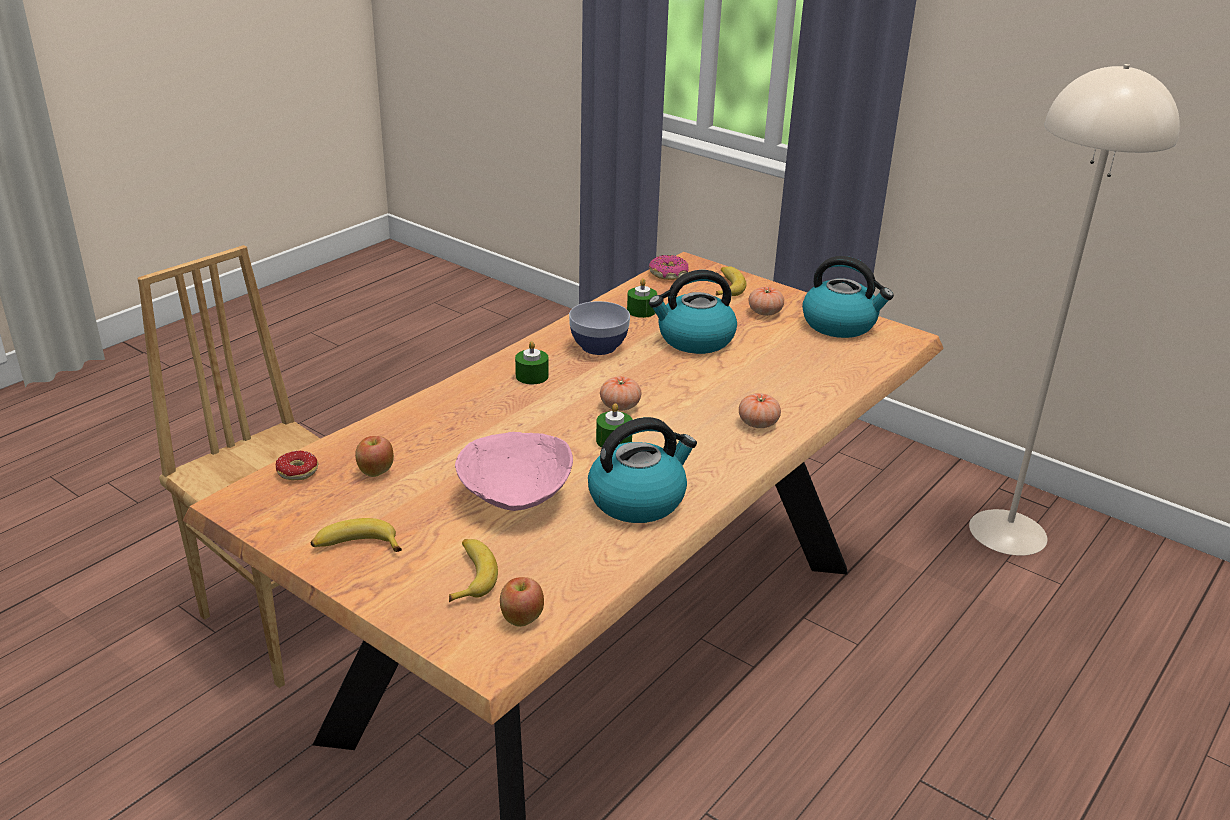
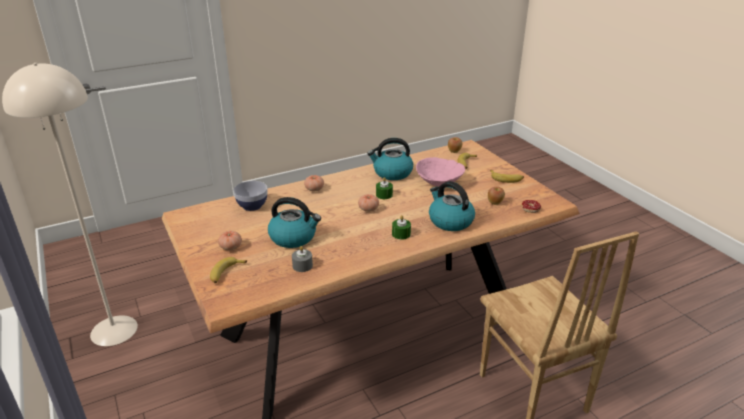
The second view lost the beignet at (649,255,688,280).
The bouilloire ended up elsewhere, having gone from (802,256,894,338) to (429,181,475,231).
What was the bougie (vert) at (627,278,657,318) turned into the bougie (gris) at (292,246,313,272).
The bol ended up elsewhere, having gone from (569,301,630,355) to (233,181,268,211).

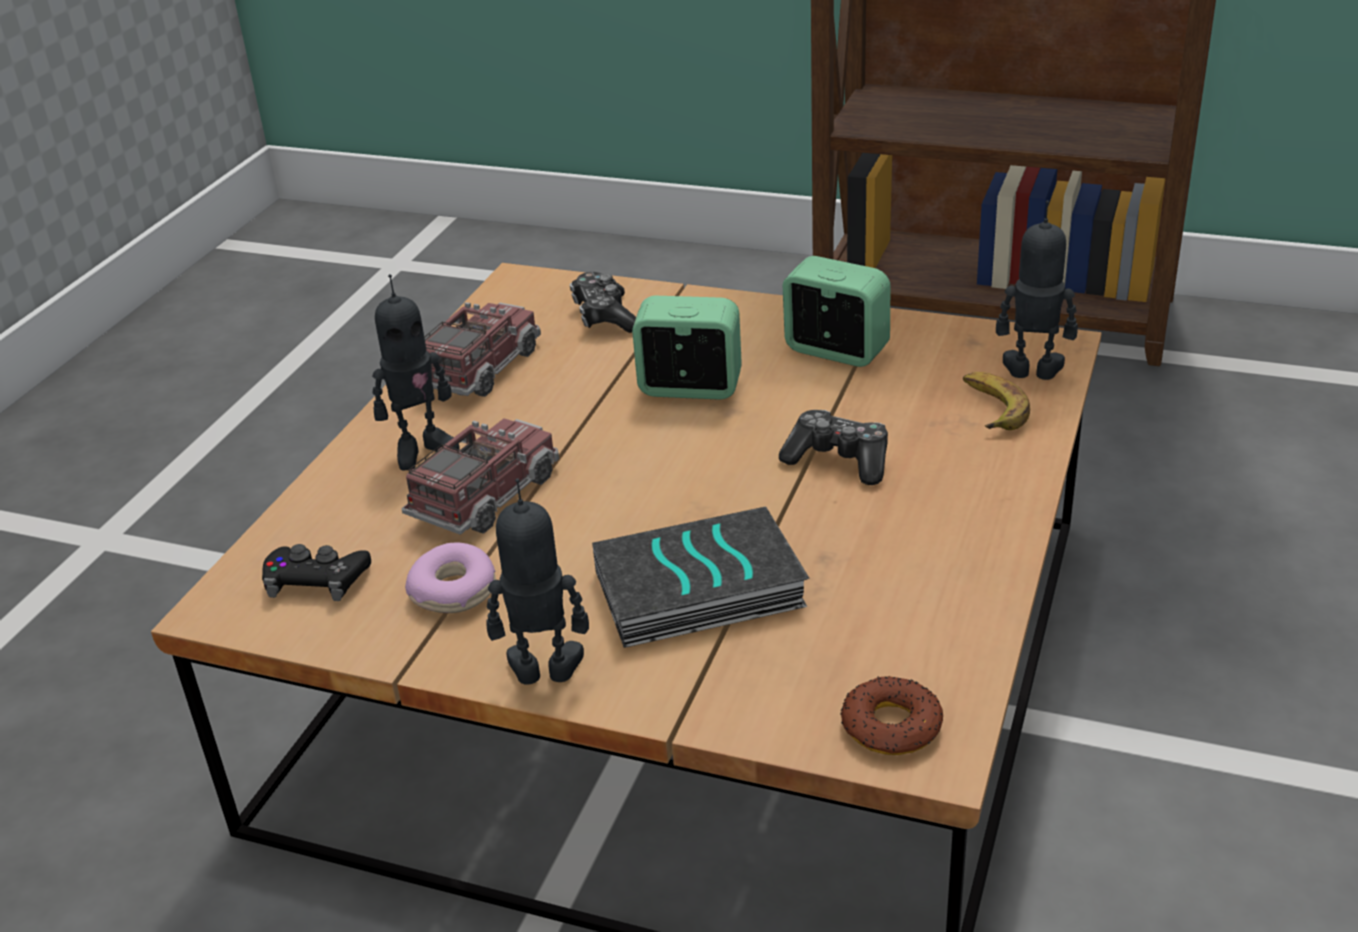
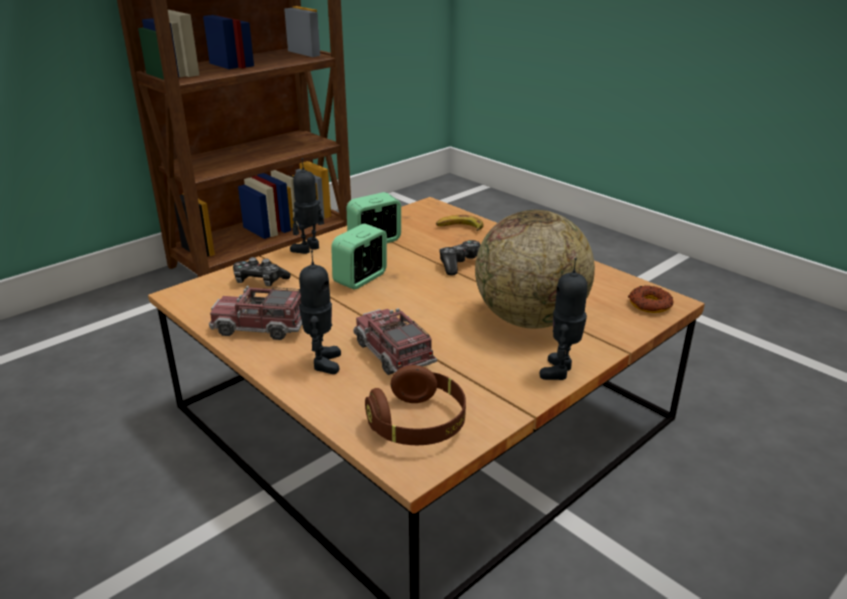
The robot jouet ended up elsewhere, having gone from (996,200,1078,380) to (290,158,324,254).
The camion jouet at (424,302,541,397) ended up facing another way, 45 degrees counterclockwise from before.
Where the livre stood at (592,506,810,648), the globe came to stand at (475,210,595,329).
The second view lost the beignet at (405,543,496,613).
Where the manette (noir) stood at (262,544,371,601), the casque audio (marron) came to stand at (365,365,466,445).

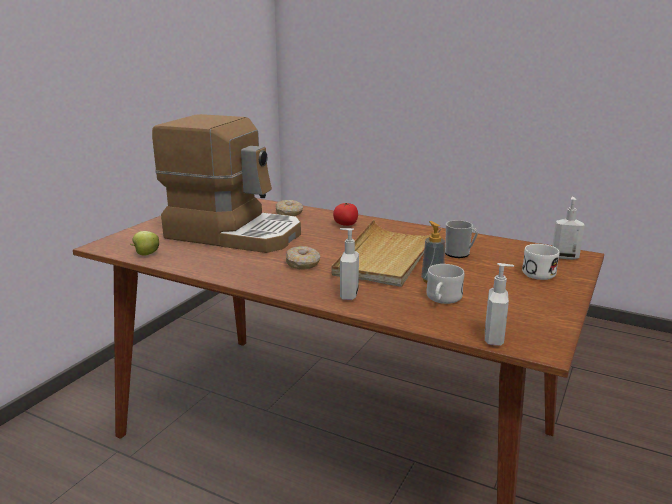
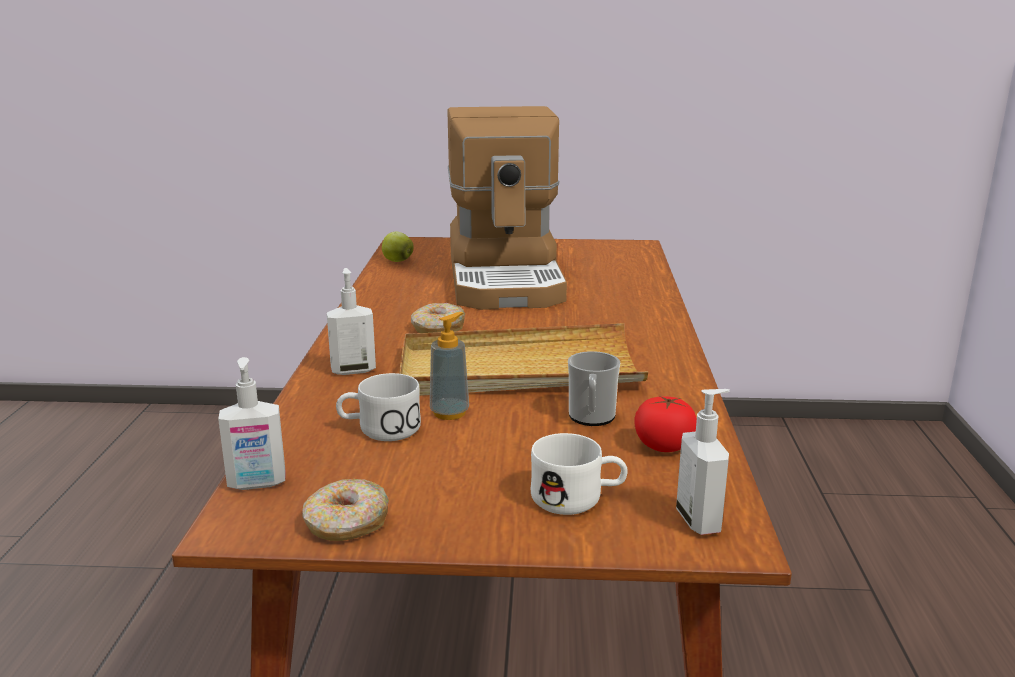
The beignet ended up elsewhere, having gone from (275,200,303,216) to (302,479,389,541).
The tomate ended up elsewhere, having gone from (333,203,358,226) to (634,396,697,452).

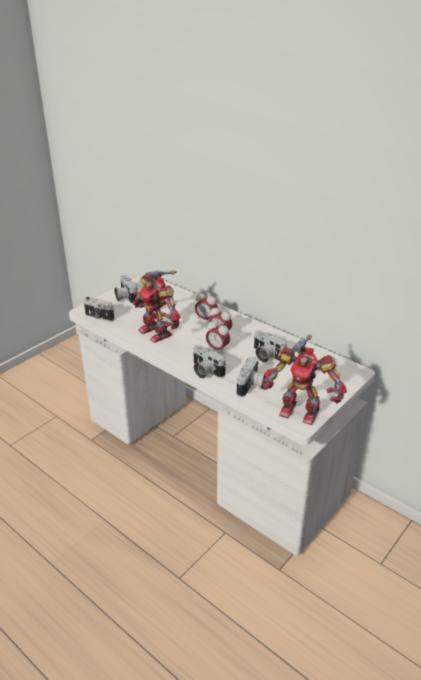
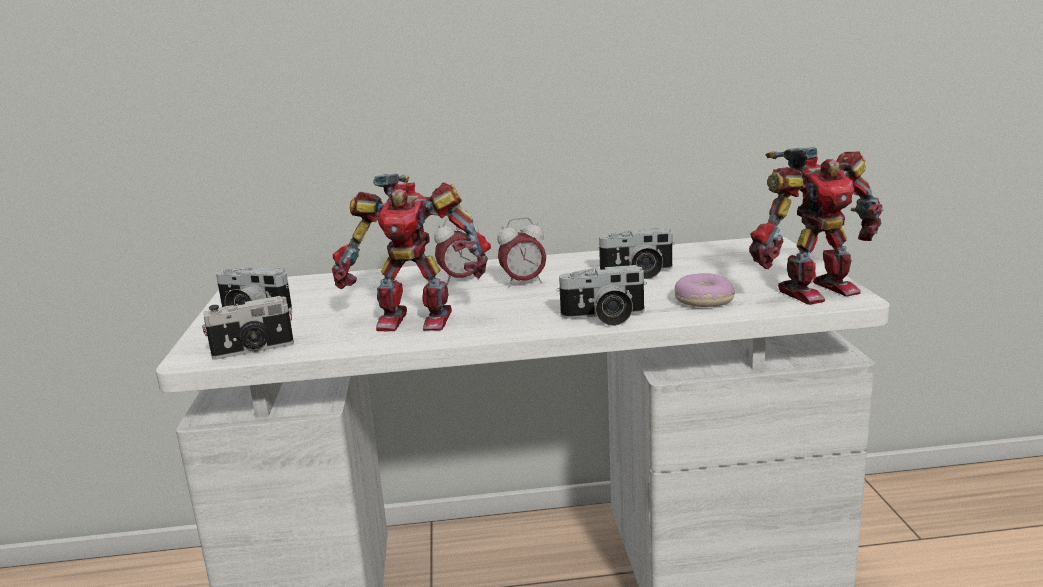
The second view lost the réveil at (206,320,230,354).
Where the appareil photo stood at (237,357,265,397), the beignet came to stand at (674,273,735,307).

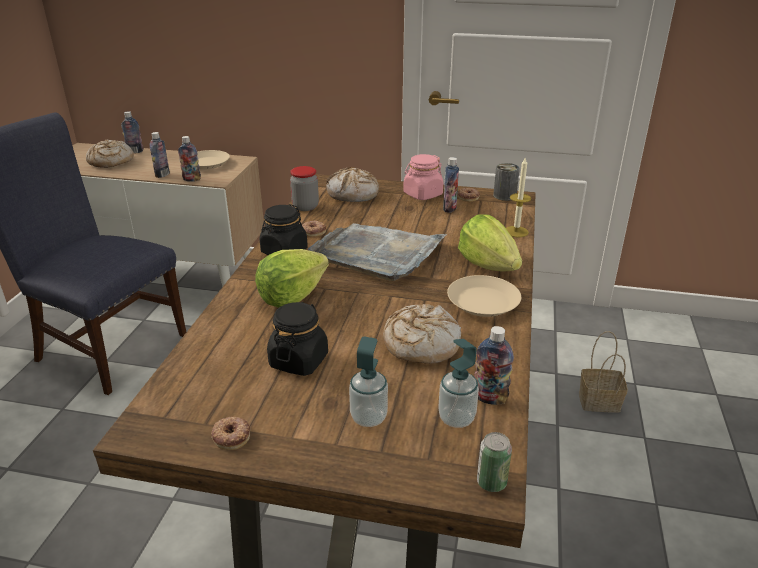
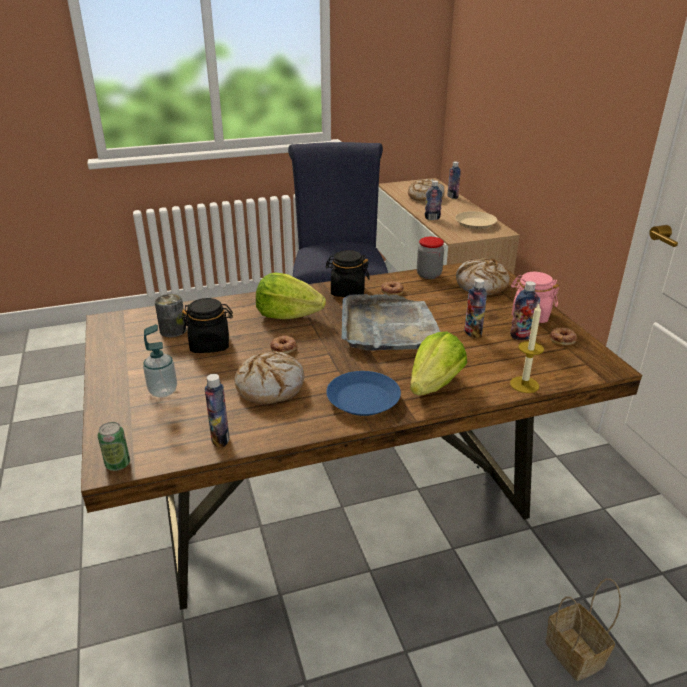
The bouteille ended up elsewhere, having gone from (178,136,201,182) to (464,278,487,339).
The boîte métallique ended up elsewhere, having gone from (493,163,520,201) to (155,294,186,337).
What was the assiette (beige) at (447,275,521,317) turned into the assiette (bleu) at (326,371,401,416).
The second view lost the distributeur de savon at (438,339,479,428).
The beignet ended up elsewhere, having gone from (211,417,251,450) to (270,336,297,354).

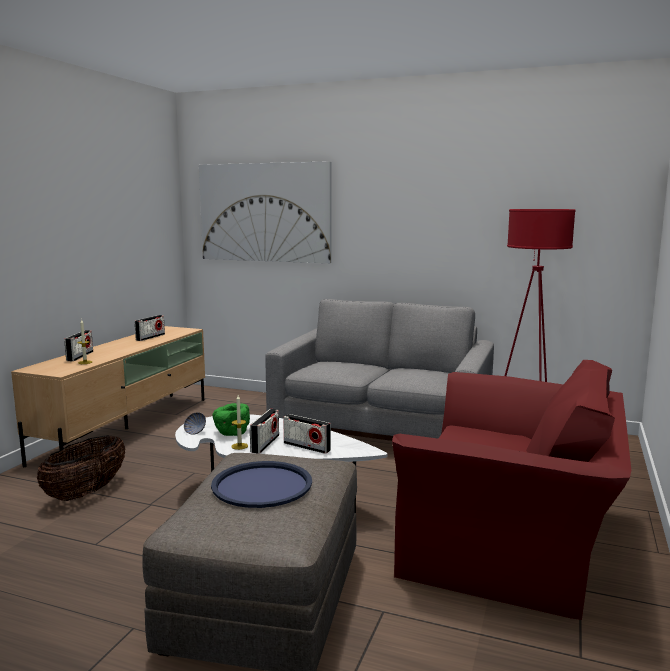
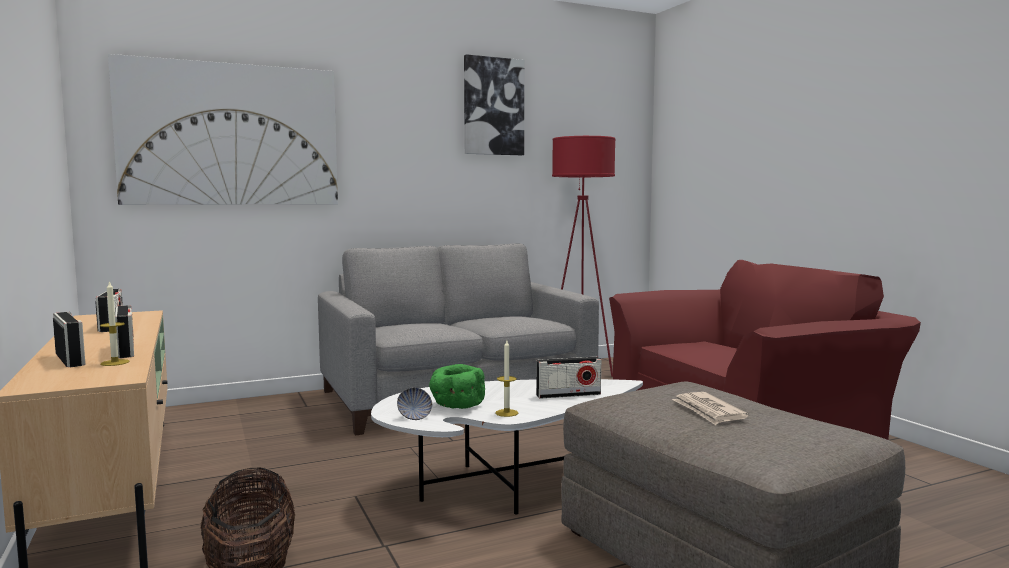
The radio ended up elsewhere, having gone from (250,409,279,454) to (115,305,134,358).
Where the plateau (bleu) stood at (211,461,312,508), the journal came to stand at (672,392,749,425).
The second view gained the tableau at (464,54,524,155).

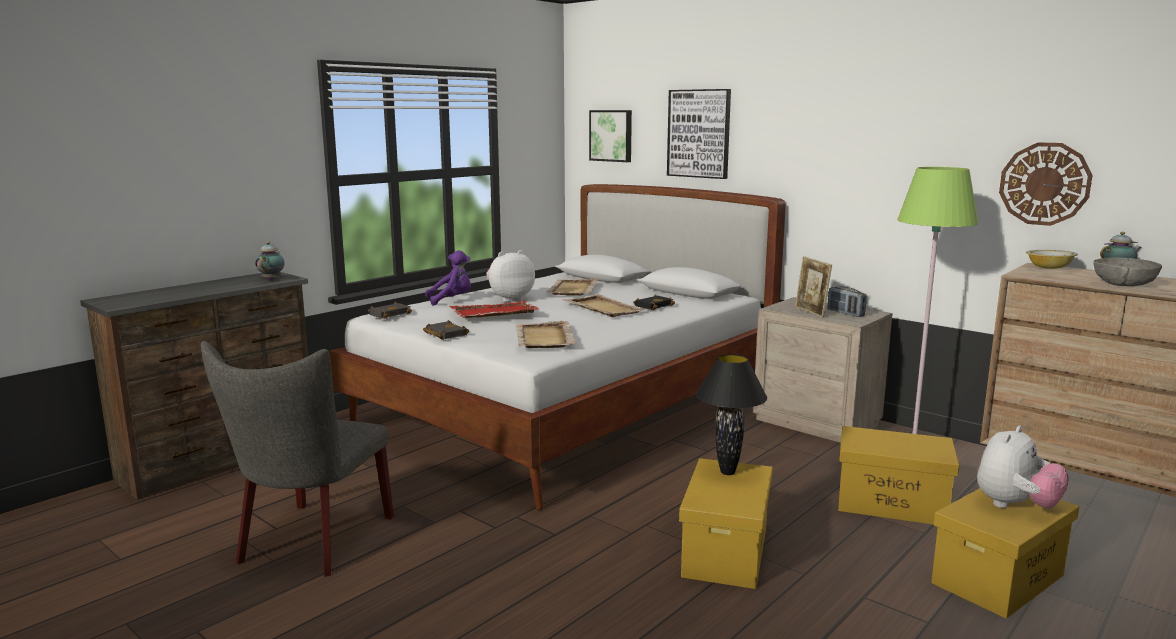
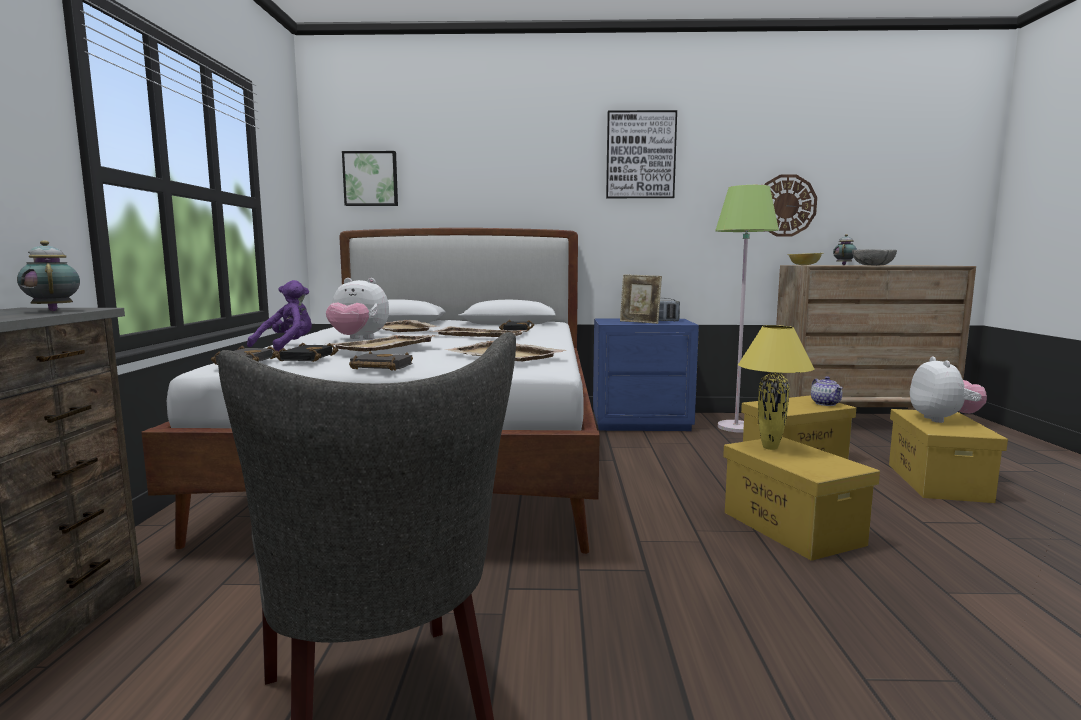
The tableau ended up elsewhere, having gone from (667,89,731,179) to (606,110,677,198).
The peluche at (486,250,535,302) ended up facing another way, 105 degrees counterclockwise from before.
What was the table de chevet (beige) at (753,297,893,443) turned into the table de chevet (bleu) at (593,318,699,431).
What was the plateau (rouge) at (449,301,539,318) turned into the plateau (beige) at (331,335,436,351).
What was the lampe de table (noir) at (696,354,767,475) turned into the lampe de table (jaune) at (738,325,815,450).
The second view gained the livre (noir) at (275,343,338,362).
The second view gained the théière at (811,376,843,406).

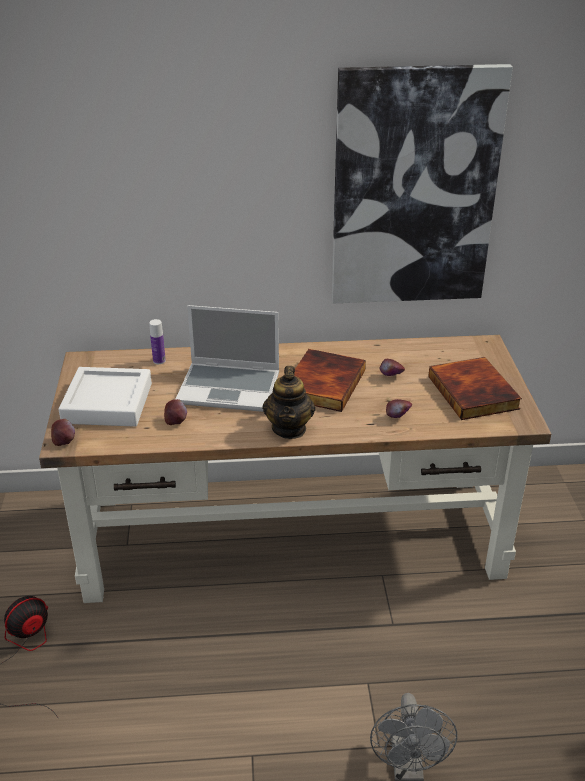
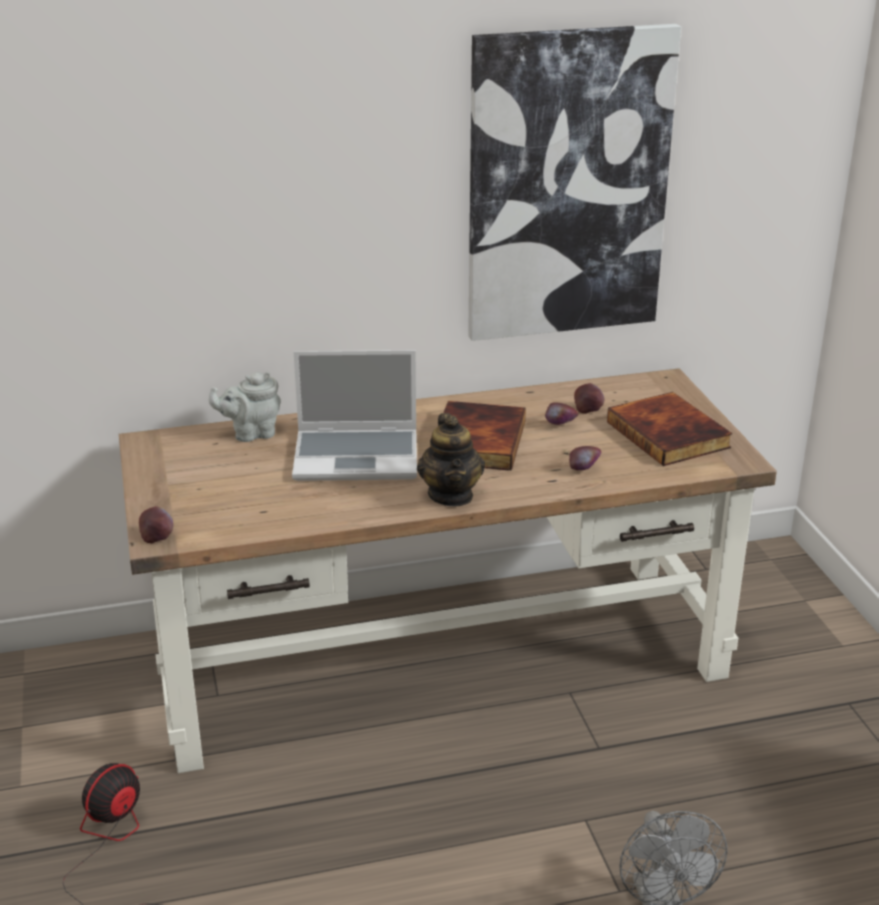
Where the bouteille stood at (149,319,166,364), the théière (gris) came to stand at (209,372,281,442).
The second view lost the plateau (blanc) at (59,367,152,427).
The pomme ended up elsewhere, having gone from (164,399,187,425) to (574,383,604,414).

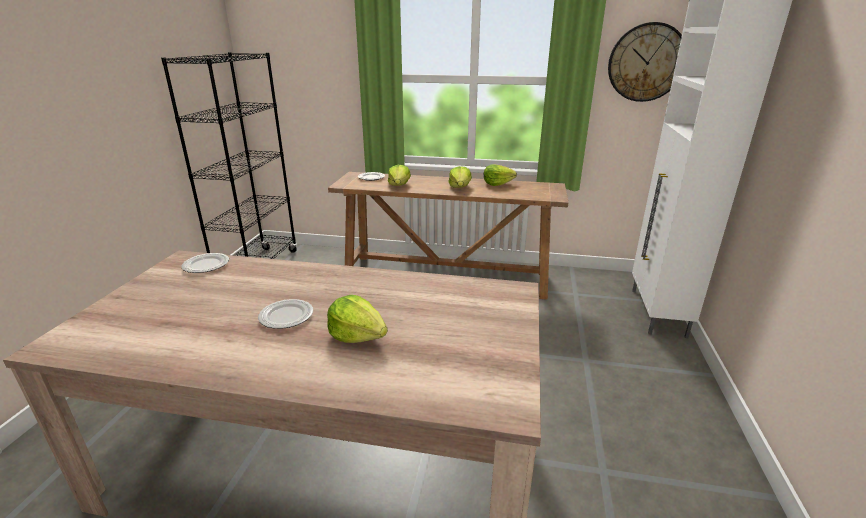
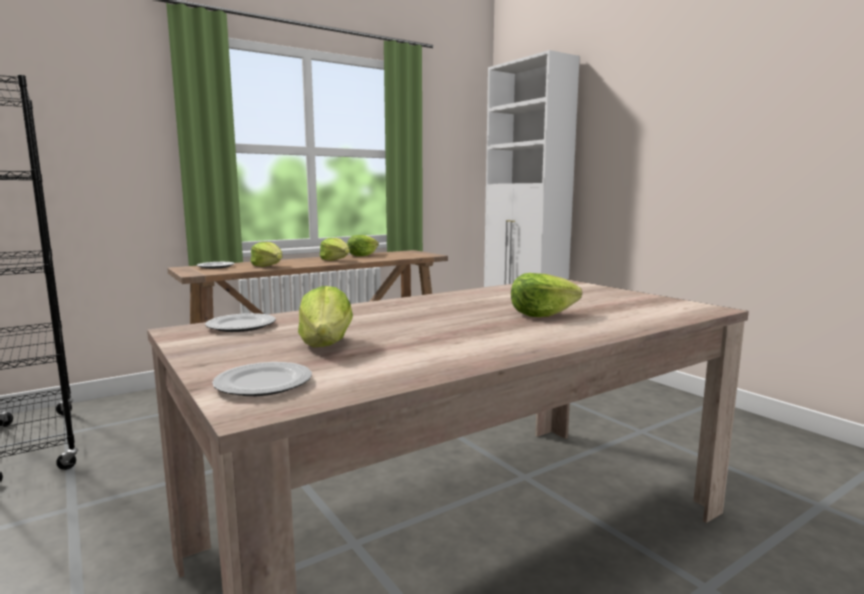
The second view lost the horloge murale at (608,22,682,102).
The assiette ended up elsewhere, having gone from (258,299,313,329) to (212,362,312,396).
The second view gained the laitue at (298,286,353,347).

